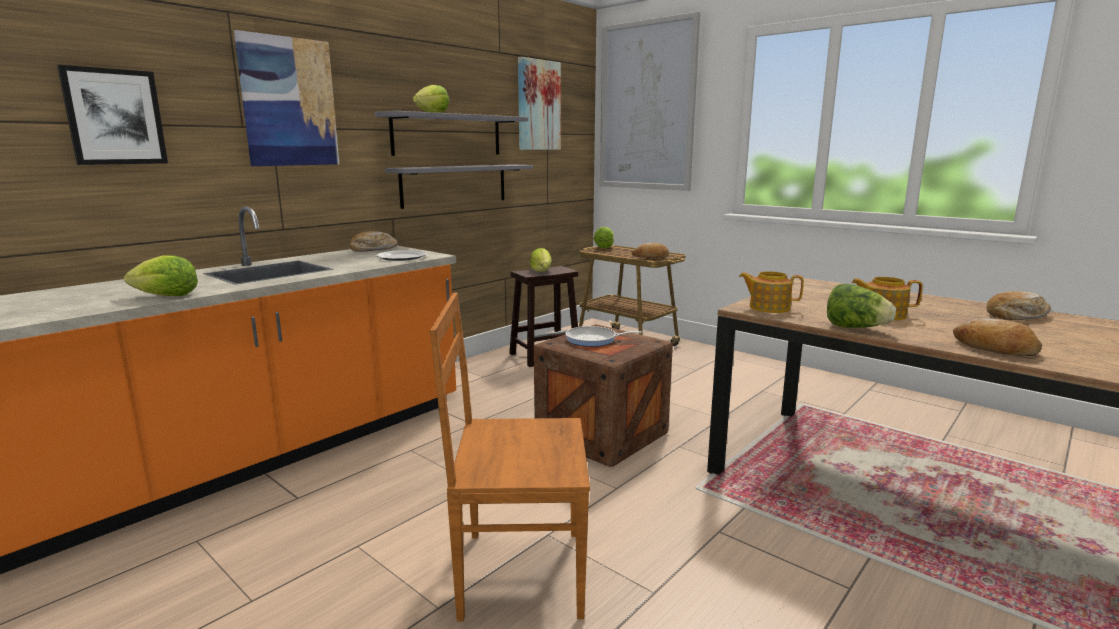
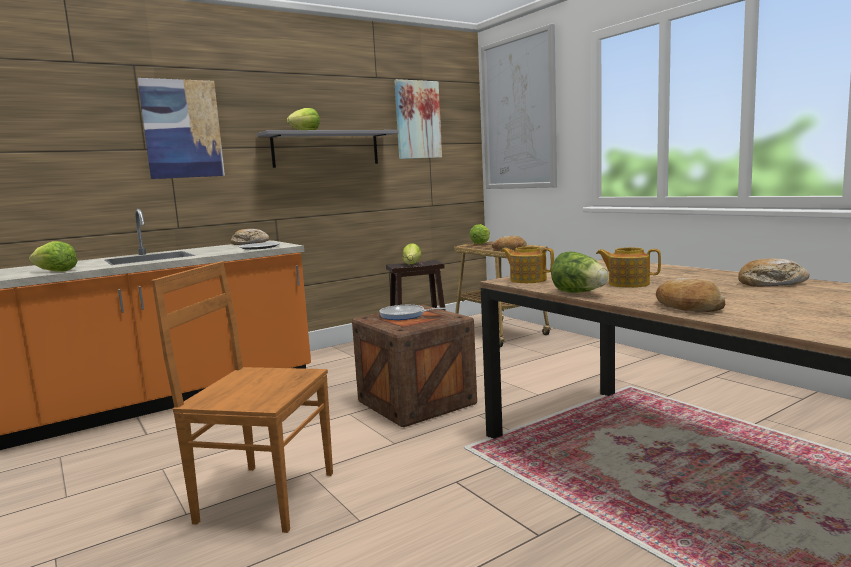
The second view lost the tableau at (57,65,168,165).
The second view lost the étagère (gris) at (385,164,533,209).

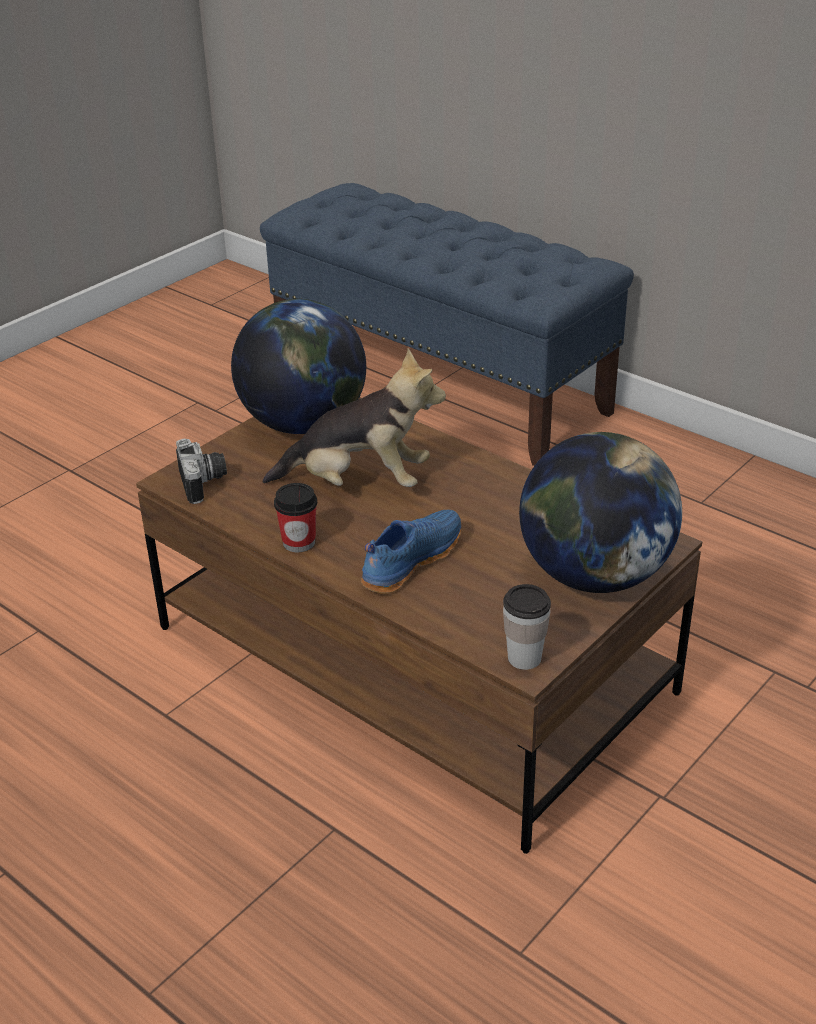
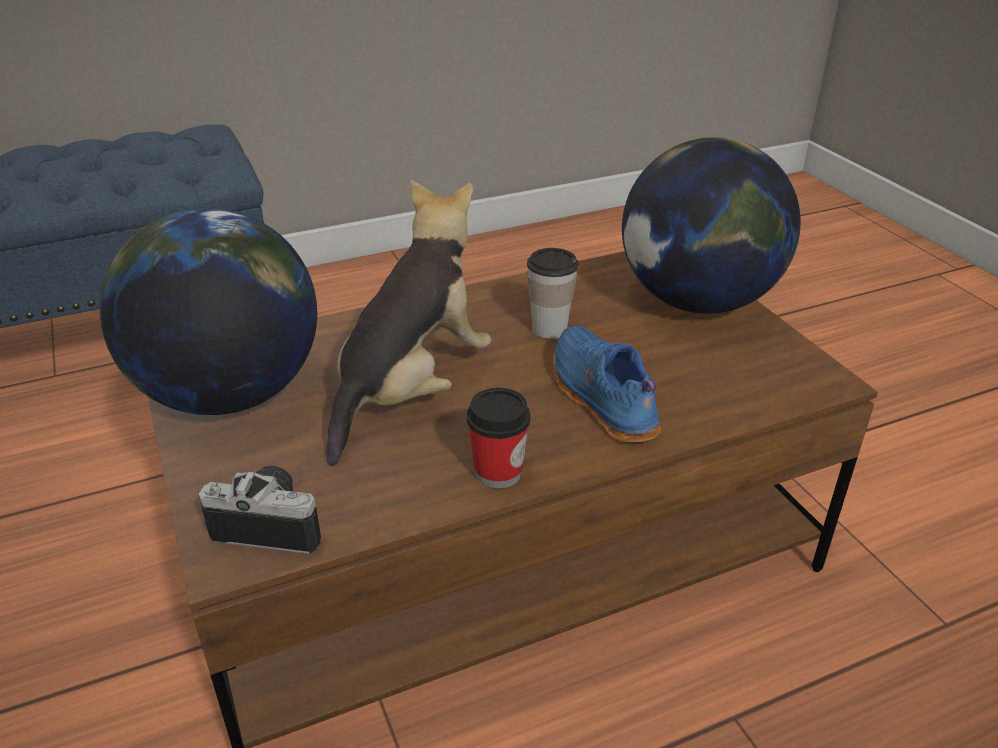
The tasse ended up elsewhere, having gone from (503,584,551,670) to (527,248,578,339).

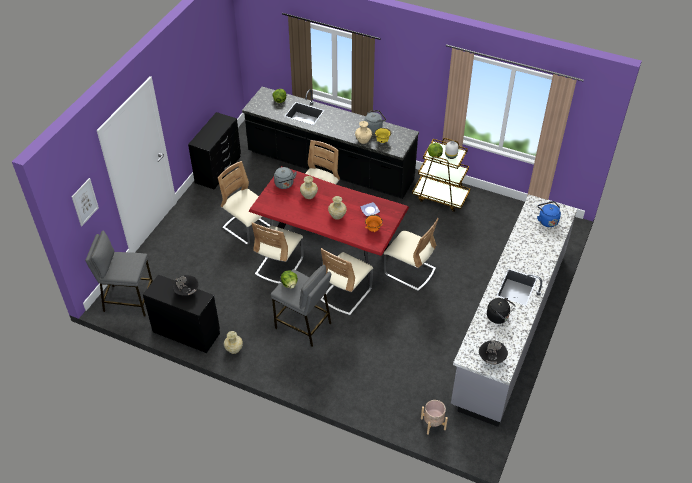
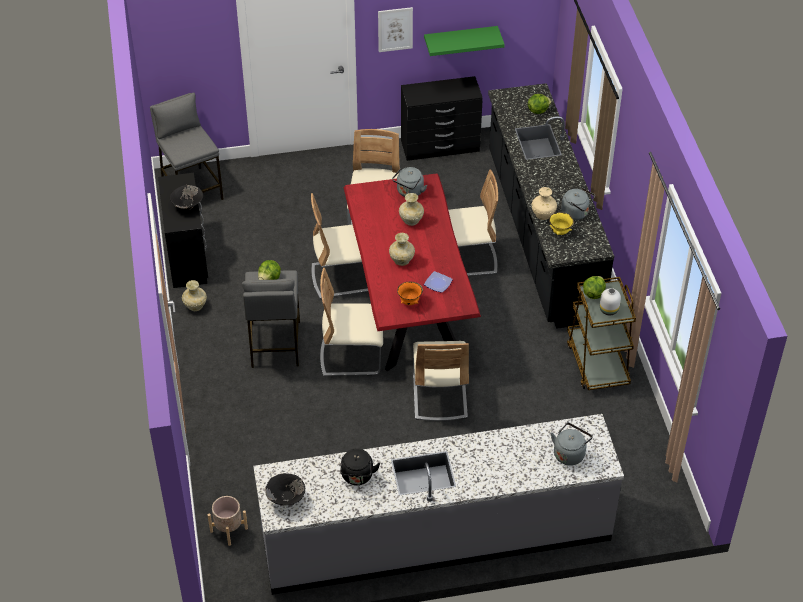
The tableau ended up elsewhere, having gone from (72,178,99,226) to (378,7,413,52).
What was the bouilloire (bleu) at (537,201,561,227) turned into the bouilloire (gris) at (551,423,593,466).
The second view gained the étagère (vert) at (424,26,505,56).

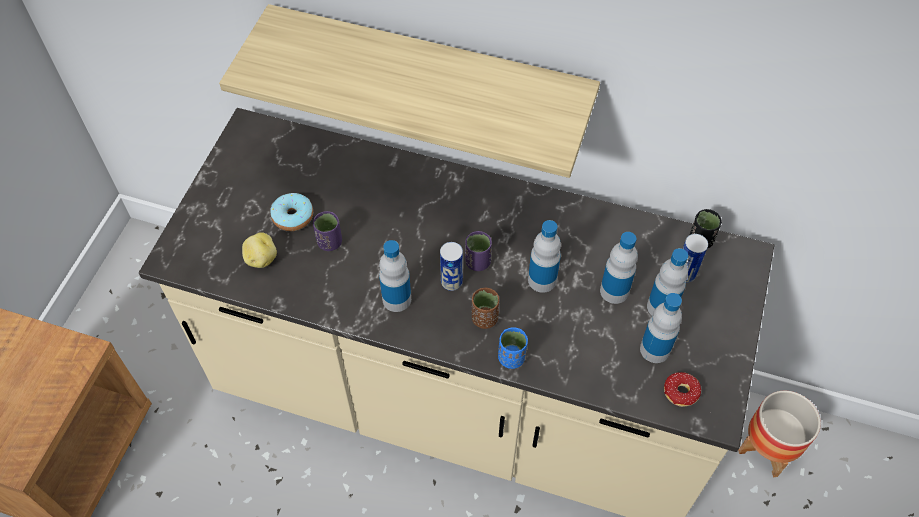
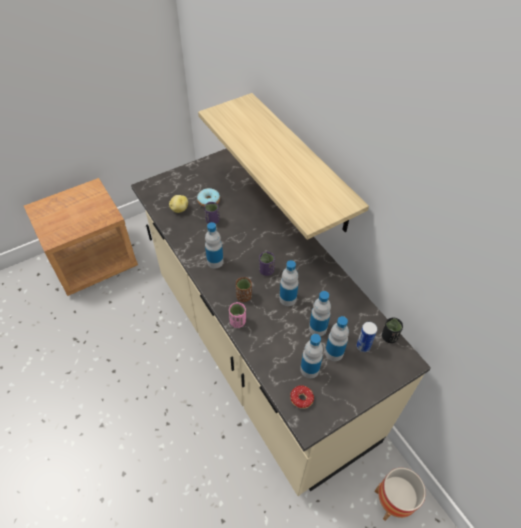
The second view lost the boîte métallique at (440,242,463,291).
What was the tasse (bleu) at (498,327,528,369) turned into the tasse (rose) at (229,302,246,328).

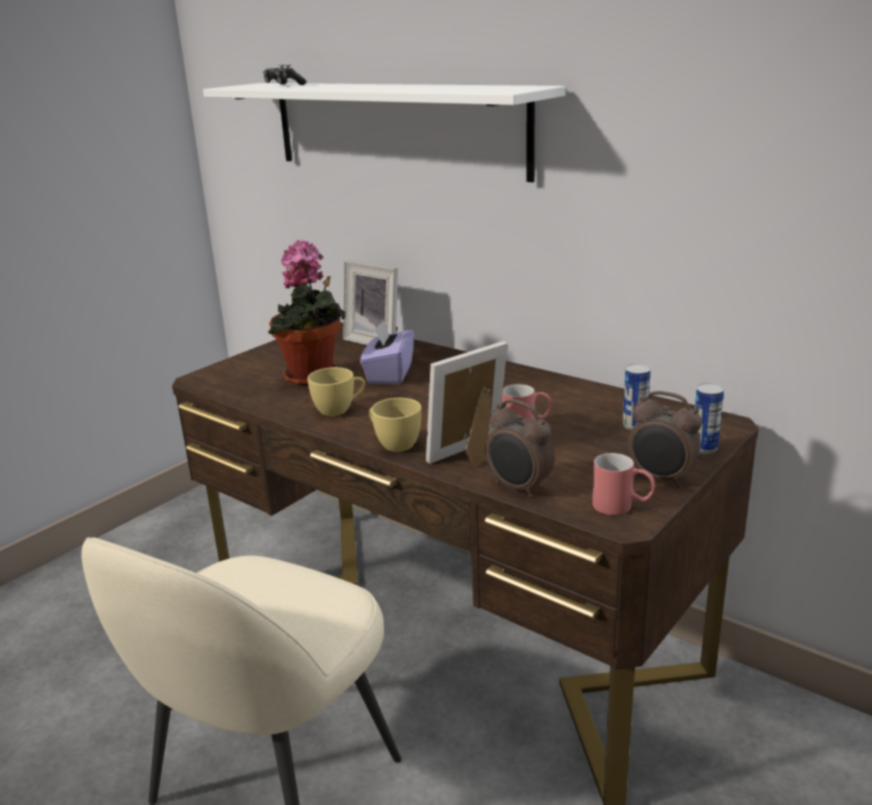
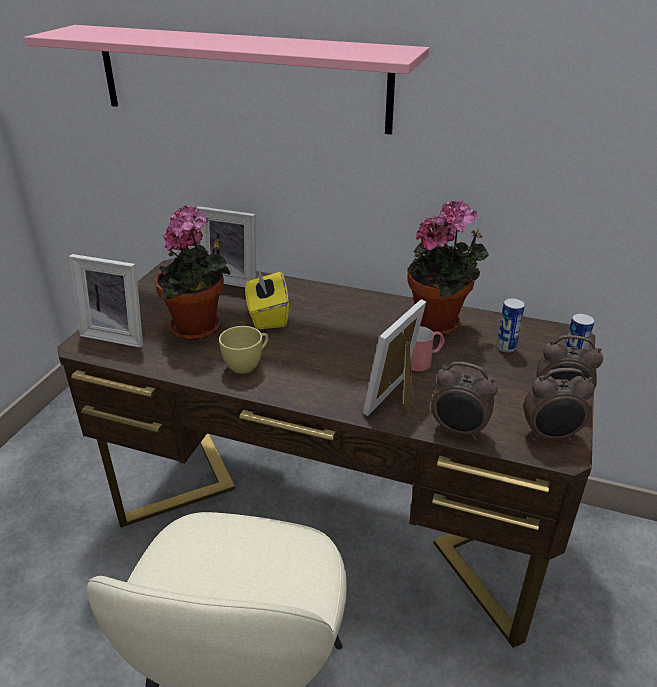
The second view lost the manette at (263,64,307,85).
What was the étagère (blanc) at (203,83,566,182) turned into the étagère (rose) at (24,25,429,135).
What was the boîte à mouchoirs (violet) at (360,320,414,384) turned into the boîte à mouchoirs (jaune) at (245,268,289,329).
The second view lost the tasse (jaune) at (369,398,422,452).
Where the mug (rouge) stood at (592,453,655,515), the réveil came to stand at (523,368,595,441).
The second view gained the plante en pot at (408,200,489,336).
The second view gained the cadre photo at (69,254,143,348).

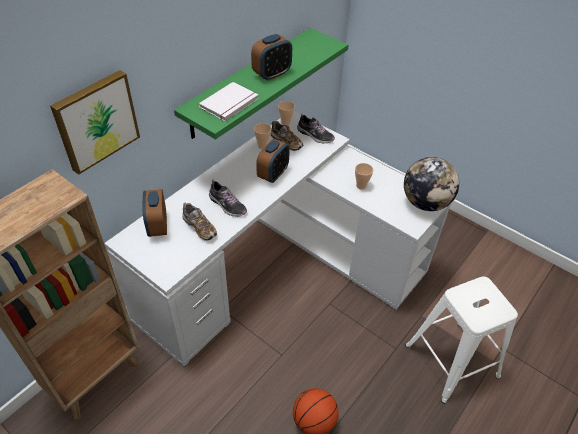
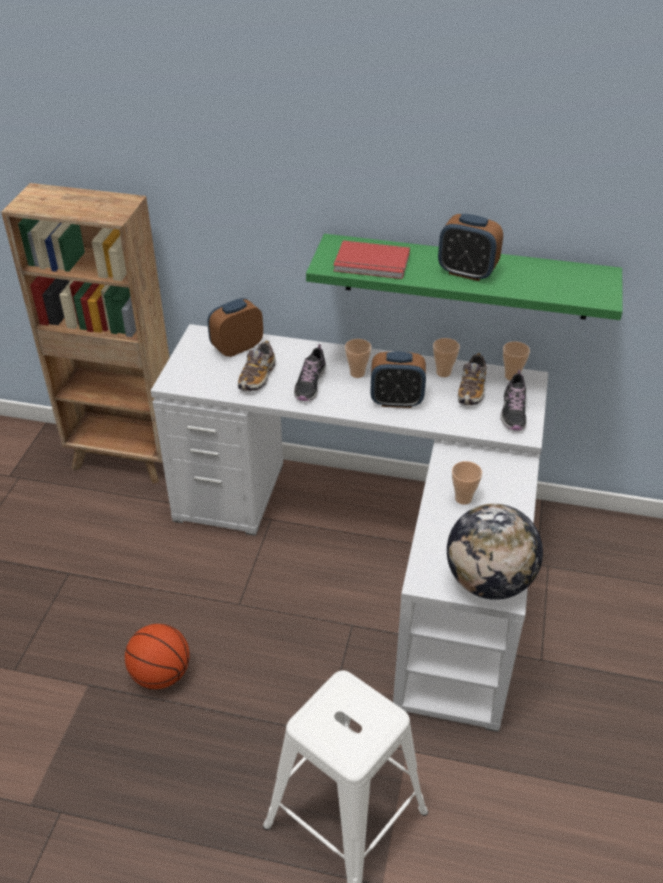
The second view lost the tableau at (50,70,140,175).
What was the livre (blanc) at (199,82,259,121) turned into the livre (rouge) at (333,241,410,279).
The second view gained the tasse at (345,339,371,378).

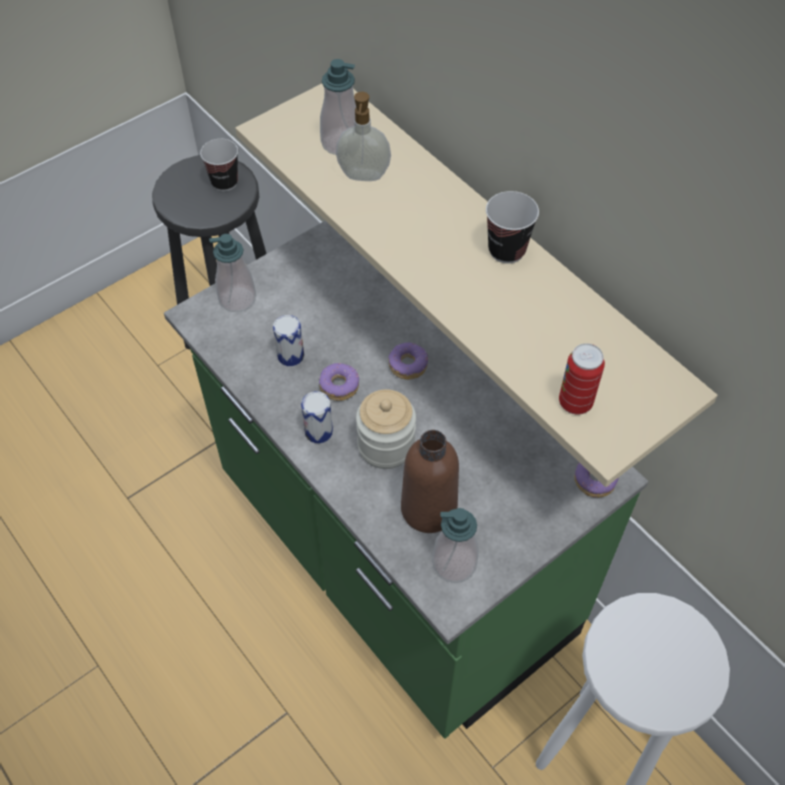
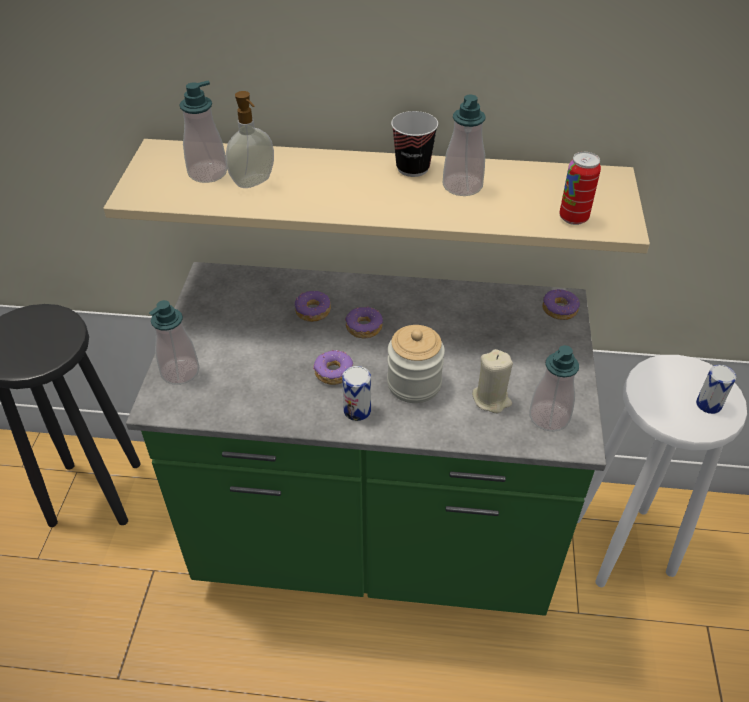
The second view lost the tasse at (200,139,238,191).
The boîte métallique ended up elsewhere, having gone from (273,315,304,366) to (696,365,736,414).
Where the bouteille (marron) stood at (401,430,459,533), the bougie (beige) came to stand at (472,349,513,413).
The second view gained the distributeur de savon at (443,95,486,196).
The second view gained the beignet at (294,291,331,322).

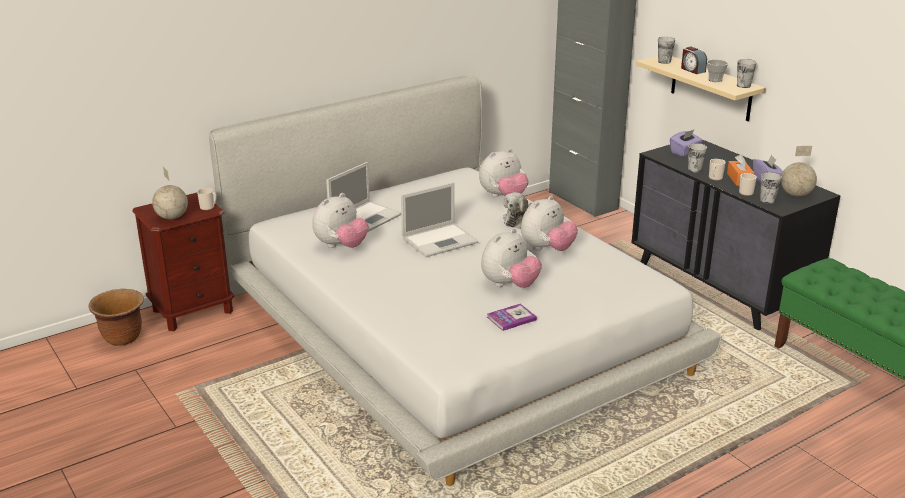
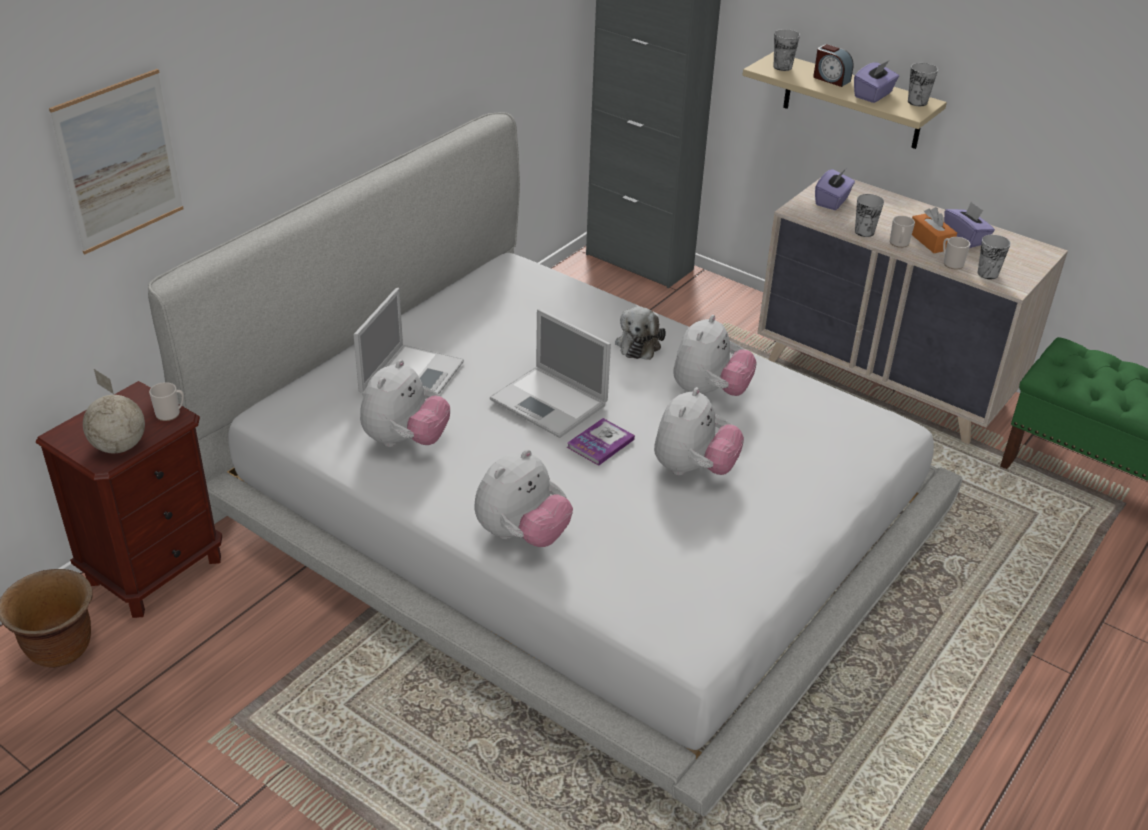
Where the tasse stood at (707,60,728,82), the boîte à mouchoirs (violet) came to stand at (854,61,899,103).
What was the commode (noir) at (631,140,841,331) turned into the commode (beige) at (757,178,1068,444).
The second view lost the globe at (781,146,817,197).
The peluche ended up elsewhere, having gone from (479,148,529,197) to (474,449,573,547).
The ordinateur portable at (401,182,478,257) ended up facing another way, 90 degrees clockwise from before.
The livre ended up elsewhere, having gone from (487,304,537,331) to (567,418,635,466).
The second view gained the tableau at (49,69,183,254).

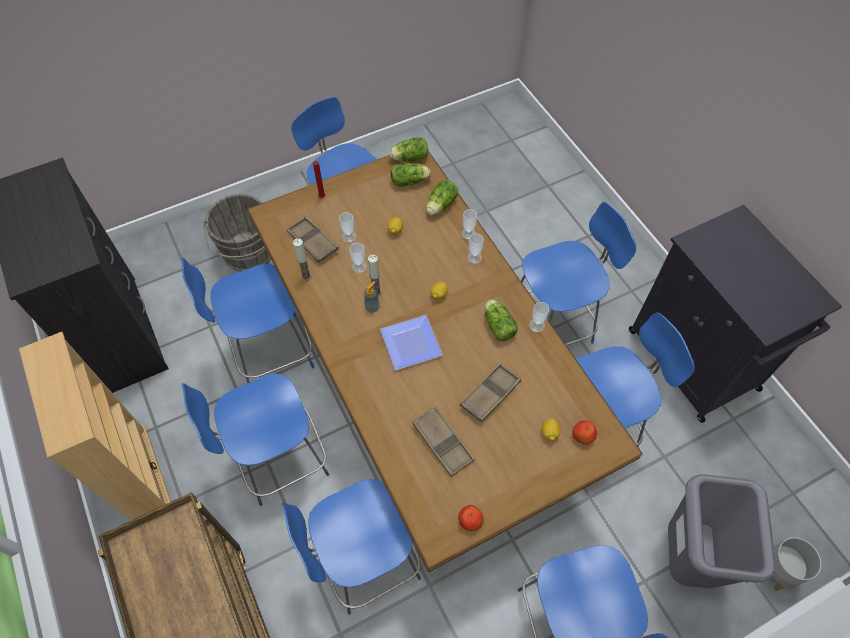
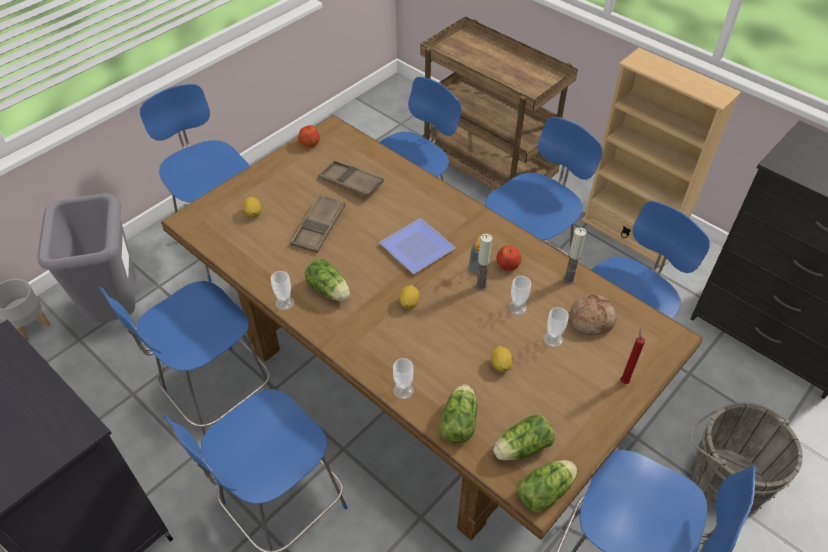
Where the plateau (marron) stood at (286,216,339,262), the pain came to stand at (569,295,617,336).
The second view lost the tasse at (467,233,484,264).
The pomme ended up elsewhere, having gone from (572,420,597,445) to (496,245,522,271).

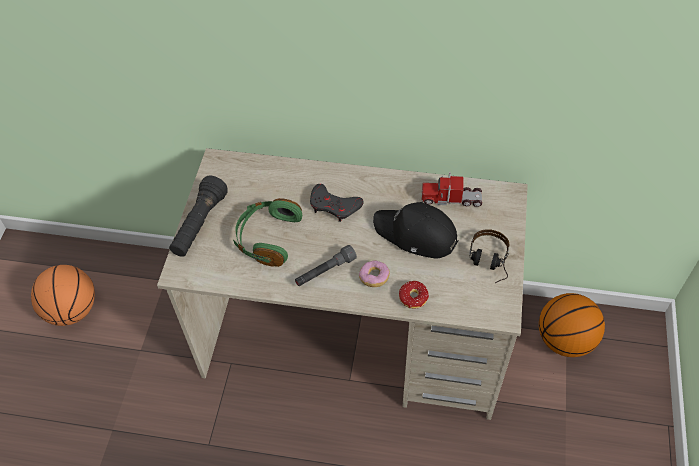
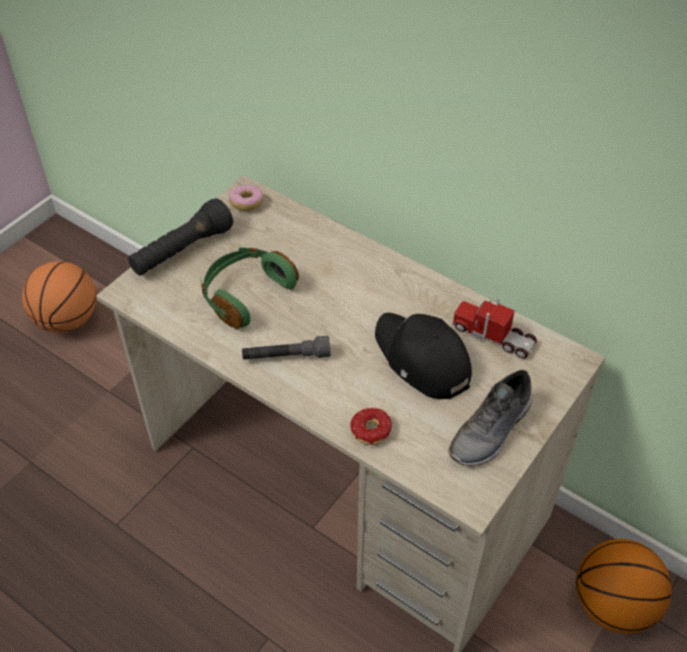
The second view lost the manette (gris) at (310,184,364,222).
Where the casque audio stood at (469,229,509,283), the chaussure (gris) came to stand at (448,370,533,466).
The beignet ended up elsewhere, having gone from (359,261,390,287) to (229,185,264,211).

